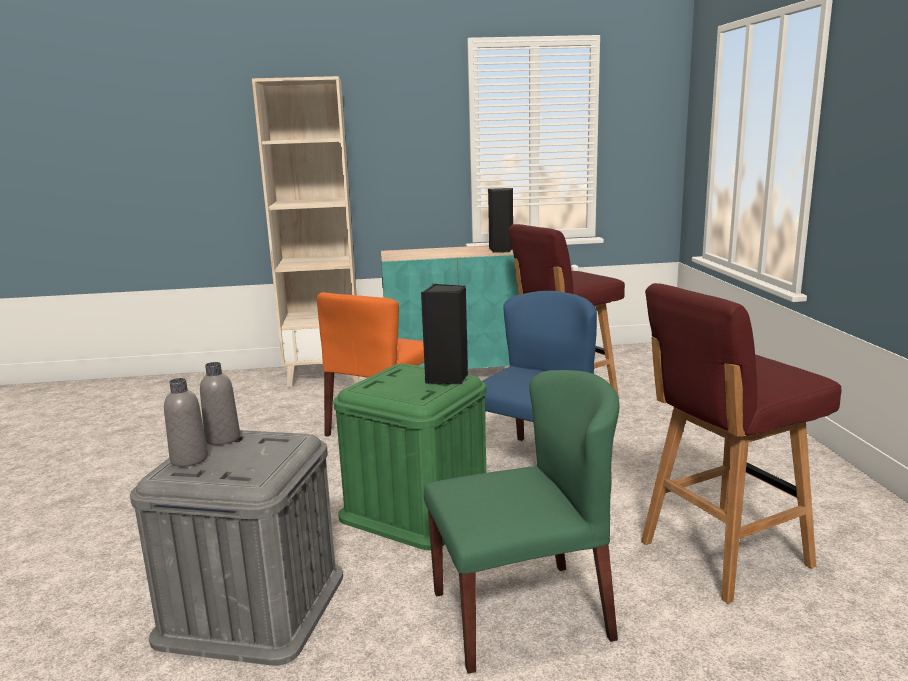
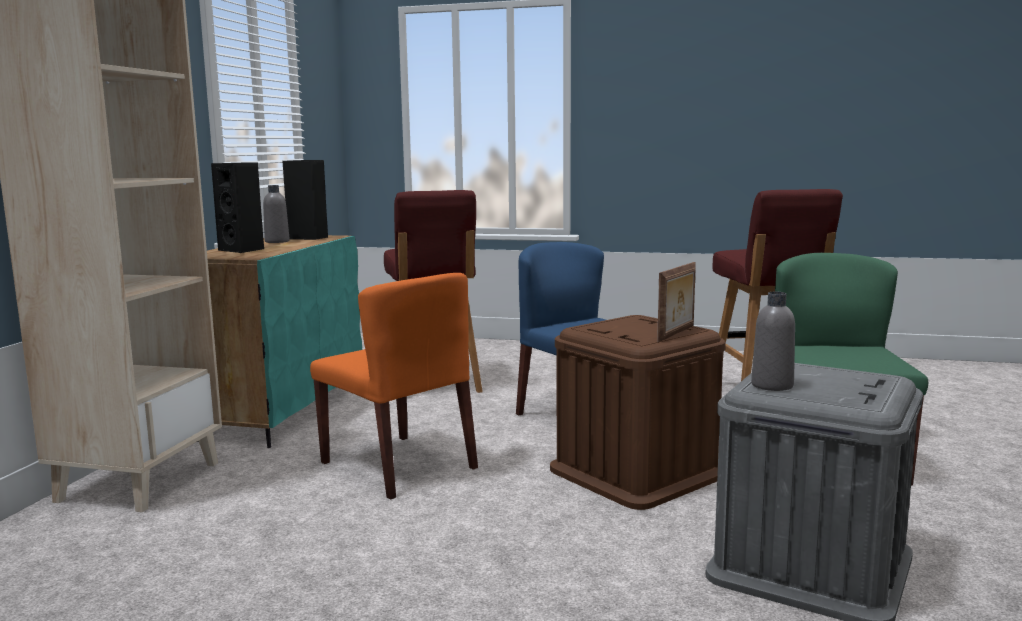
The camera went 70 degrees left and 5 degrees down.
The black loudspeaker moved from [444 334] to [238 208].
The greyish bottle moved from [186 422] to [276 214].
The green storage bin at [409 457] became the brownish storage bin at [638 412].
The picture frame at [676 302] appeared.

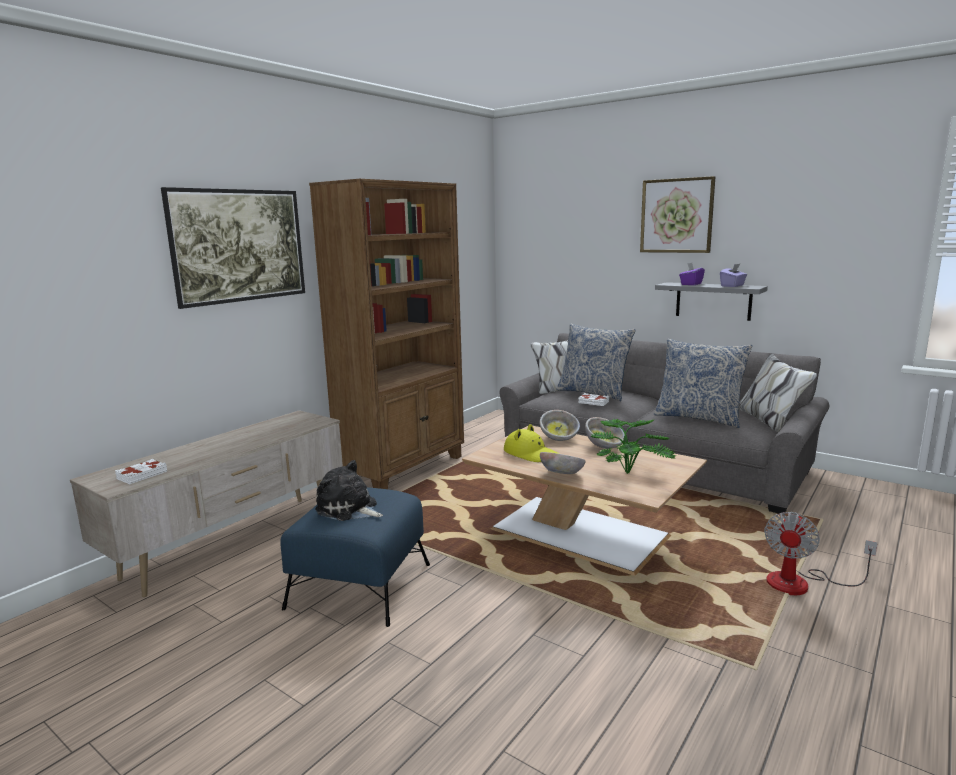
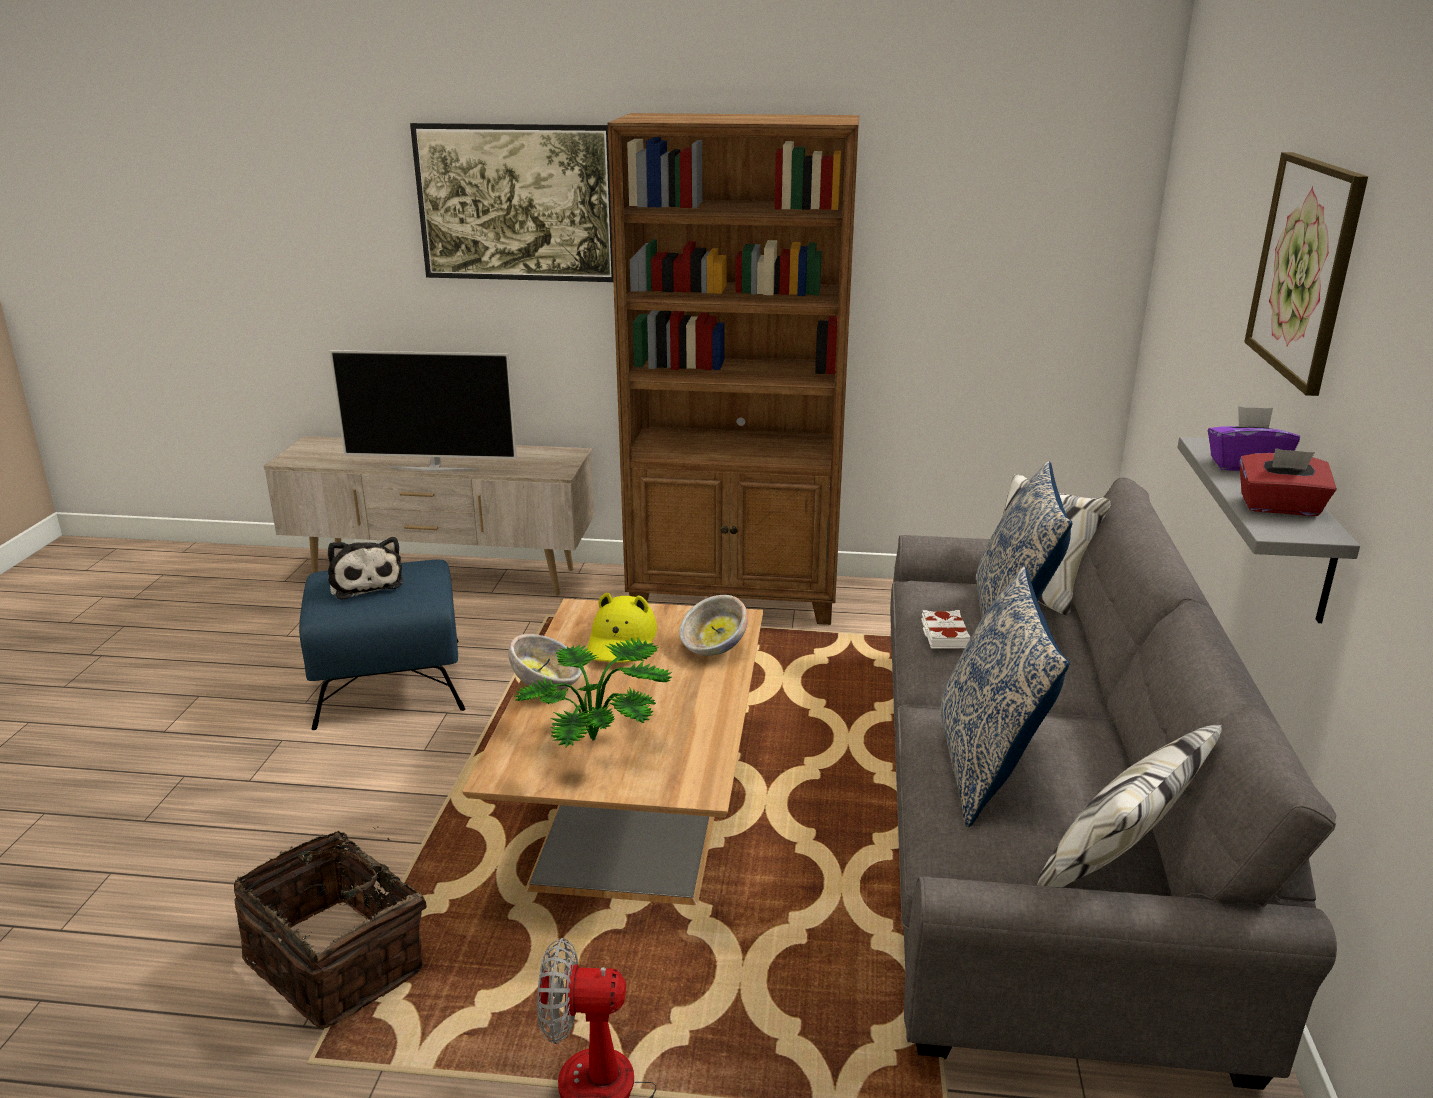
The camera went 60 degrees right and 10 degrees up.
The basket at [330 927] appeared.
The plush toy at [349 490] turned 150 degrees clockwise.
The TV set at [423 411] appeared.
The purple-coloured tissue box at [733 275] became the red-coloured tissue box at [1288 482].
The white bound book at [141 471] disappeared.
The serving bowl at [604 433] disappeared.

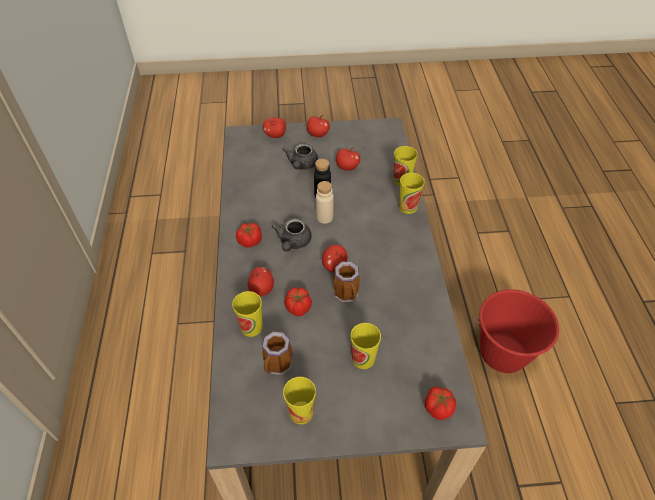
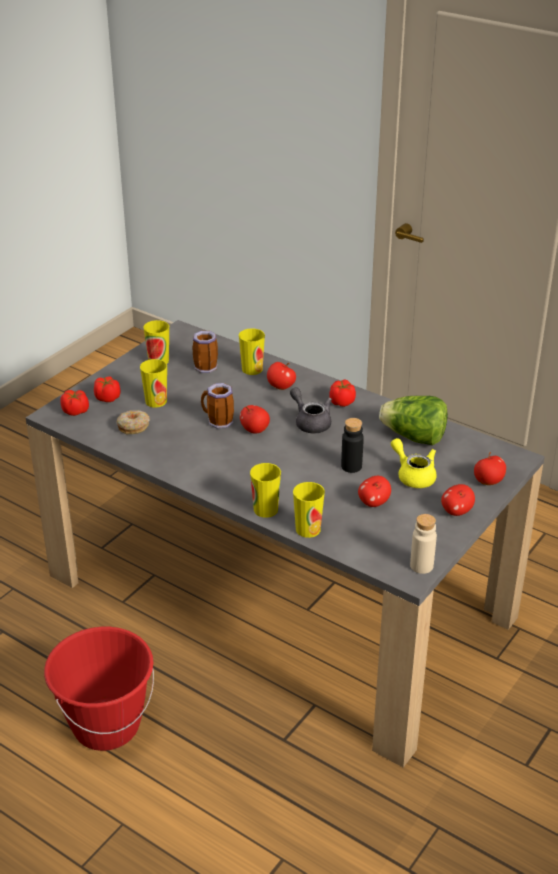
The camera went 130 degrees right and 15 degrees down.
The fresh tomato moved from [298 301] to [107 389].
The ring doughnut at [133 422] appeared.
The lettuce at [413 420] appeared.
The greyish teapot at [300 156] became the yellowish teapot at [414 463].
The beige bottle moved from [325 202] to [423 544].

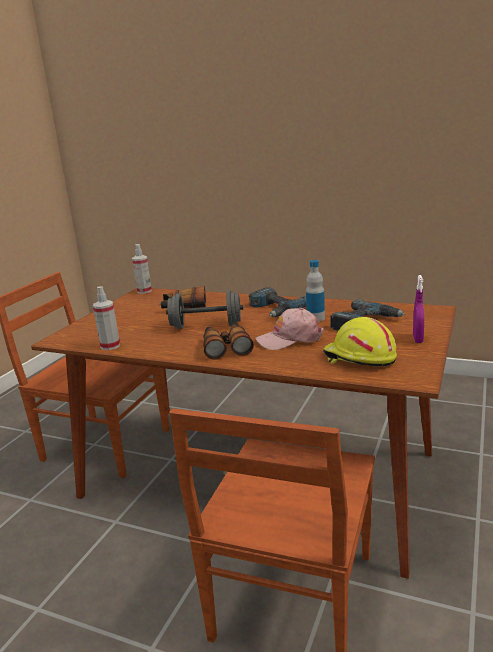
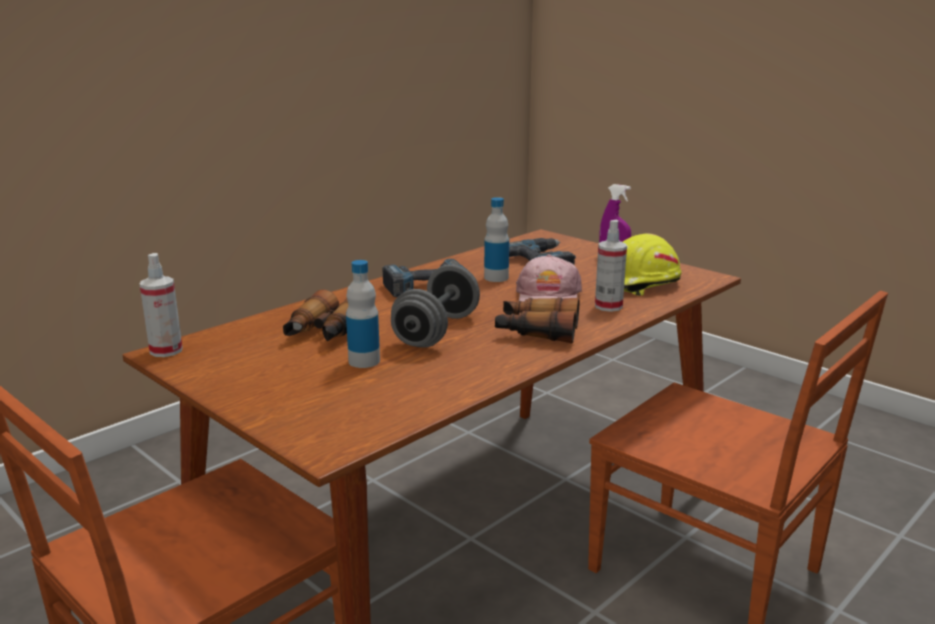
The camera went 70 degrees left and 0 degrees up.
The bottle at [363 314] appeared.
The sprayer moved from [106 318] to [611 266].

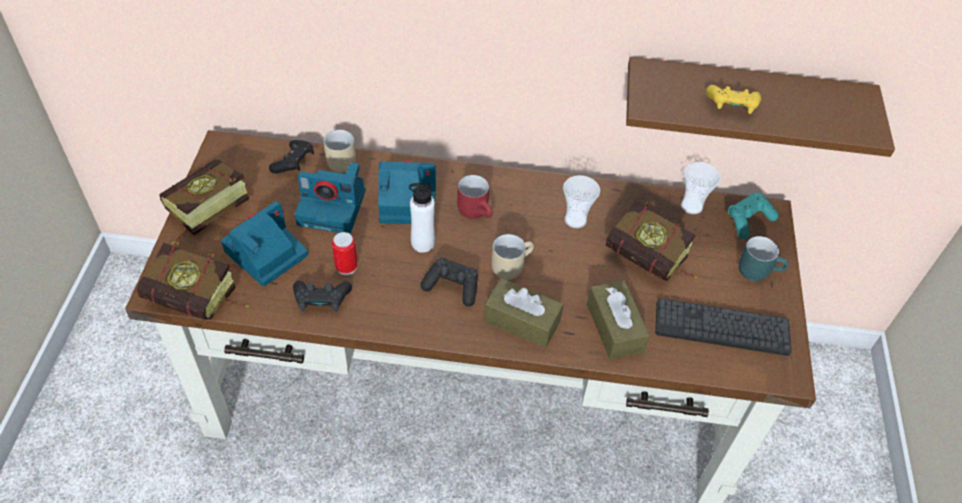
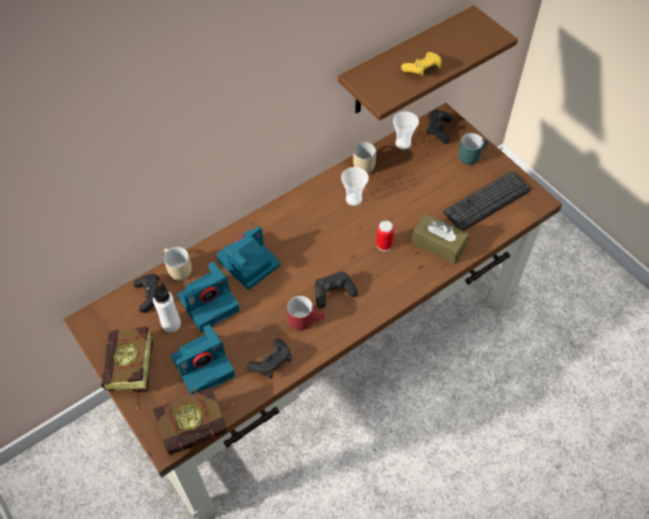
The camera went 40 degrees left and 5 degrees up.
The white bottle moved from [422 217] to [166 308].
The still camera at [264 244] turned 120 degrees counterclockwise.
The red-coloured mug moved from [475 197] to [305 313].
The beige mug moved from [513 257] to [364 158].
The metal can moved from [344 253] to [385 236].
The blue-green game controller at [753 216] became the black game controller at [439 126].
The brownish tissue box at [524 313] disappeared.
The bound book at [651 241] disappeared.

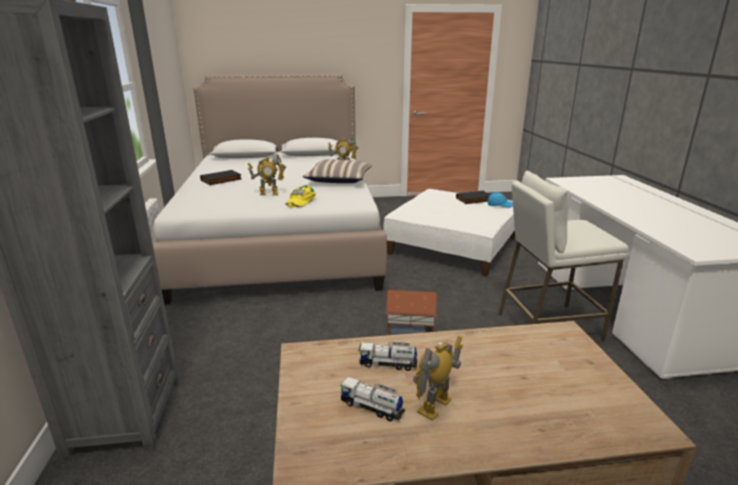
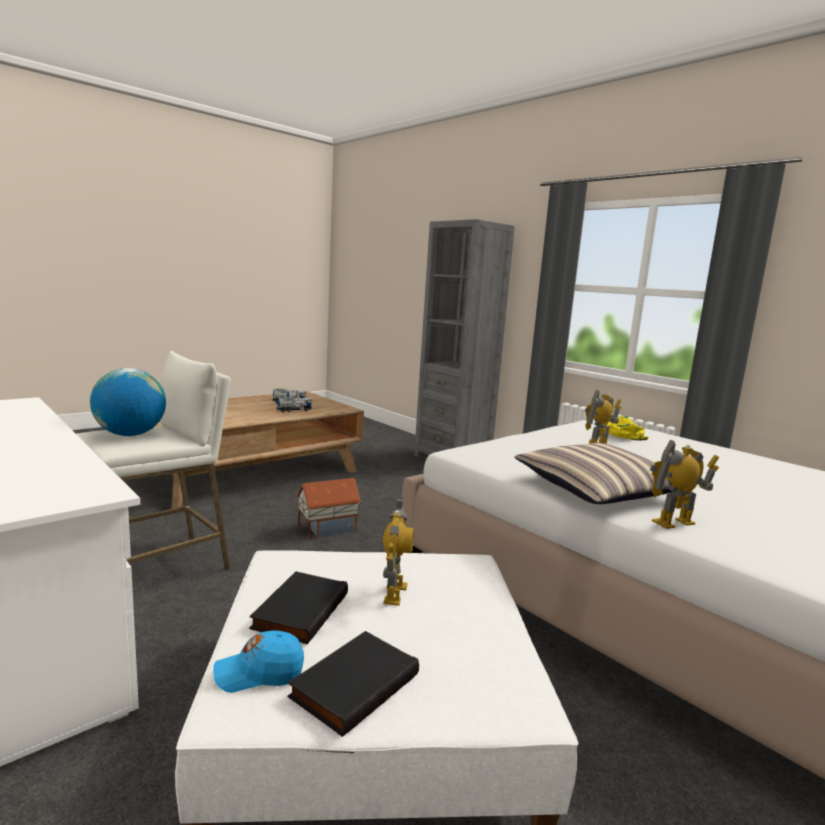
The camera went 145 degrees right and 10 degrees down.
The world globe at [128 402] appeared.
The black bound book moved from [221 177] to [298 607].
The toy robot moved from [438 378] to [398 551].
The yellowish cap moved from [300 196] to [628 428].

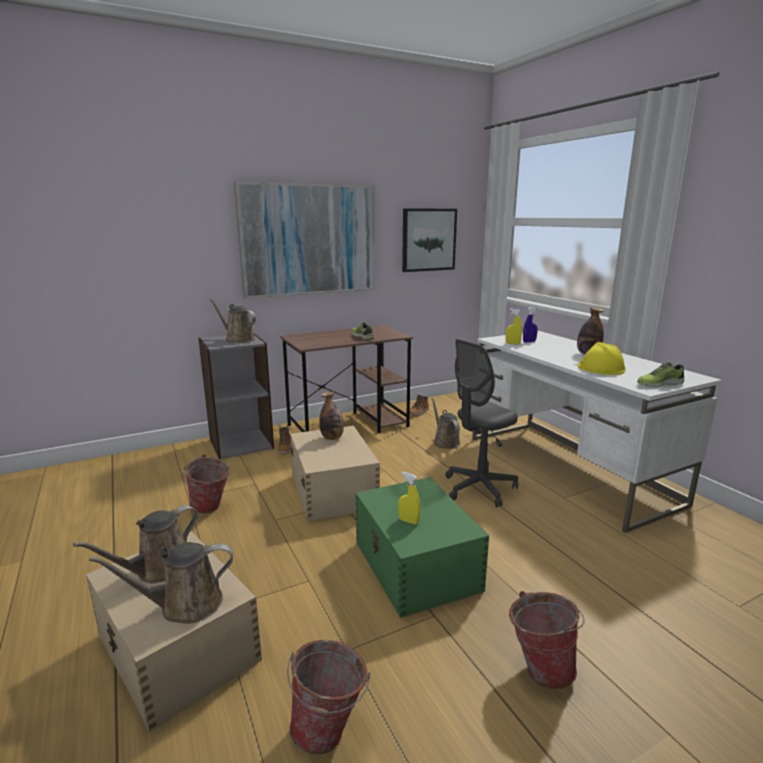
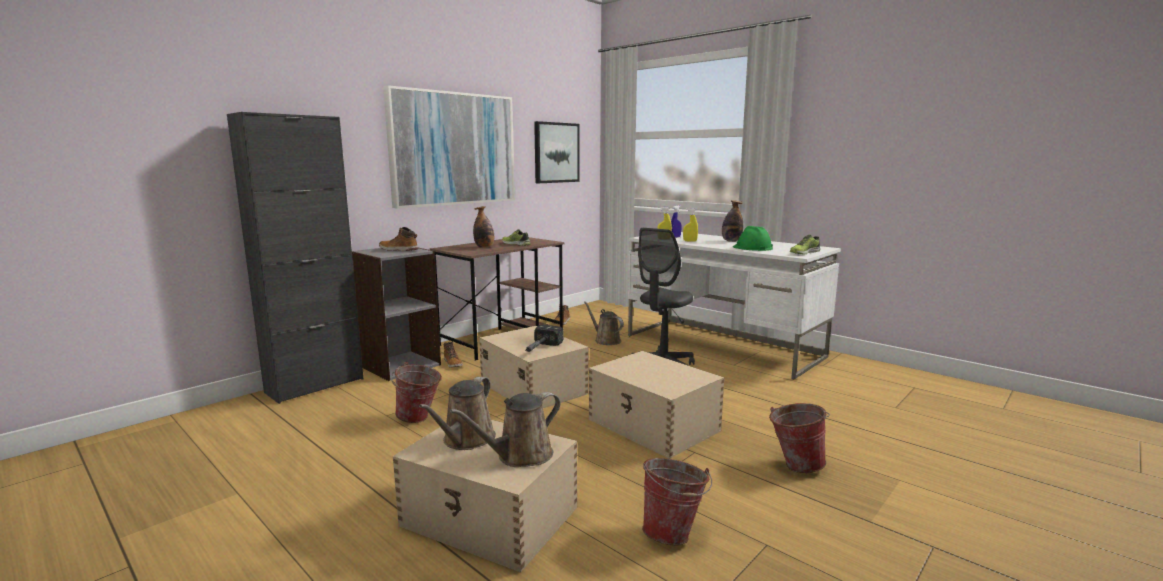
The camera went 20 degrees left and 5 degrees down.
The black cupboard at [295 258] appeared.
The brownish watering pot at [232 321] was replaced by the boot at [398 239].
The bottle moved from [331 415] to [483 227].
The hammer at [544 338] appeared.
The green storage bin at [422 547] became the beige storage bin at [656 405].
The yellowish sprayer moved from [409 498] to [690 225].
The yellowish work helmet at [601 358] became the green work helmet at [753 238].

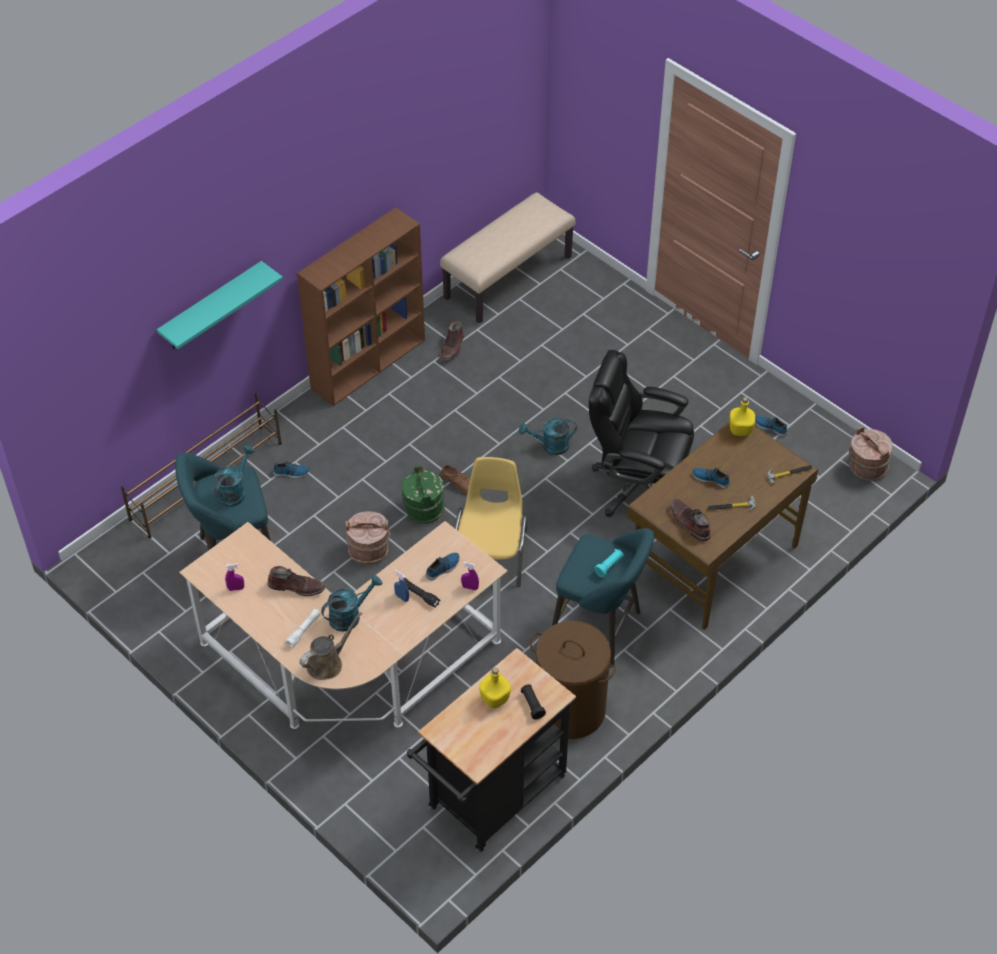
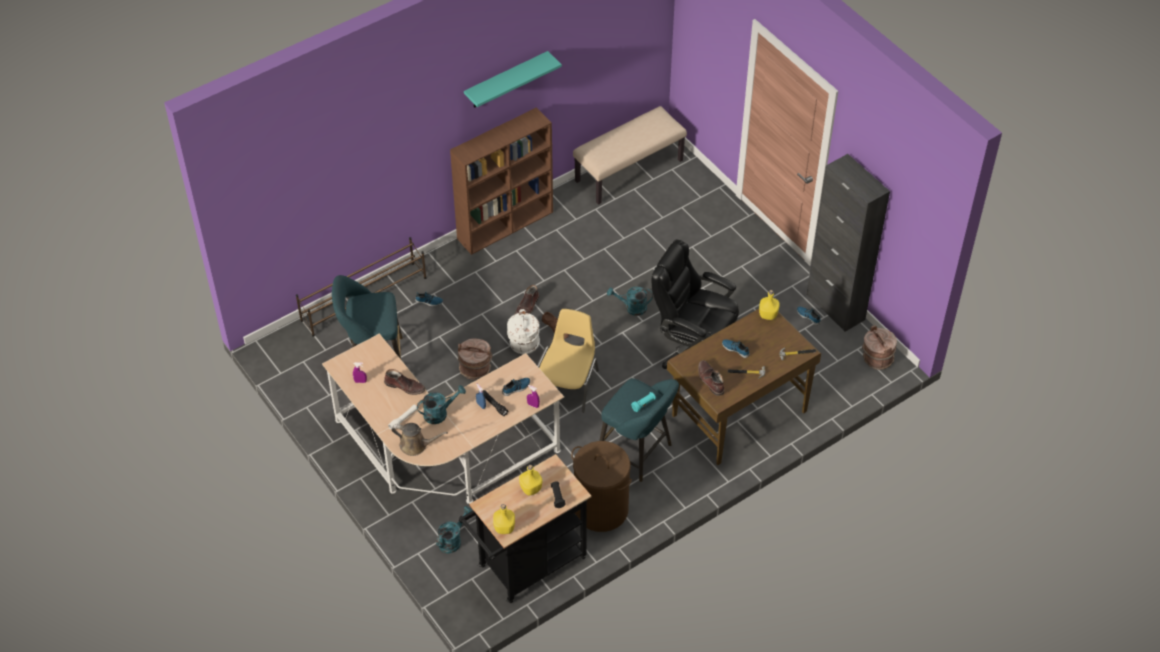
The camera went 10 degrees right and 0 degrees up.
The brownish watering pot at [330 646] turned 45 degrees clockwise.
The blue-green watering pot moved from [234 476] to [454 529].
The blue-green bracket shelf moved from [220 305] to [513 79].
The yellowish bottle at [504 519] appeared.
The green bucket at [423 494] became the white bucket at [523 331].
The brownish boot moved from [452 340] to [526 300].
The black cupboard at [848 243] appeared.

